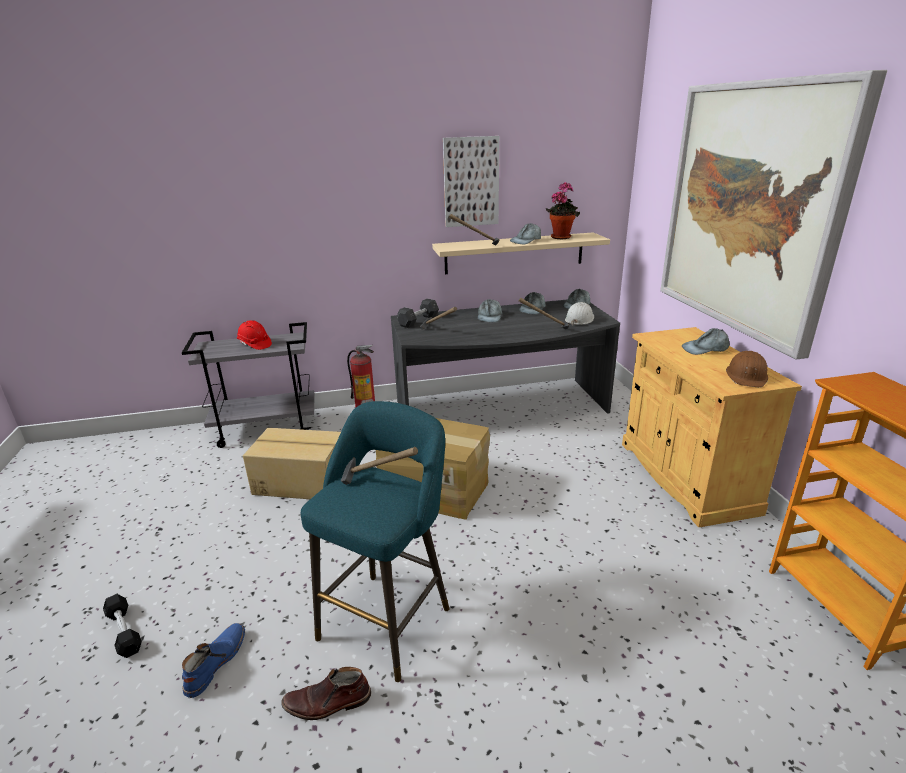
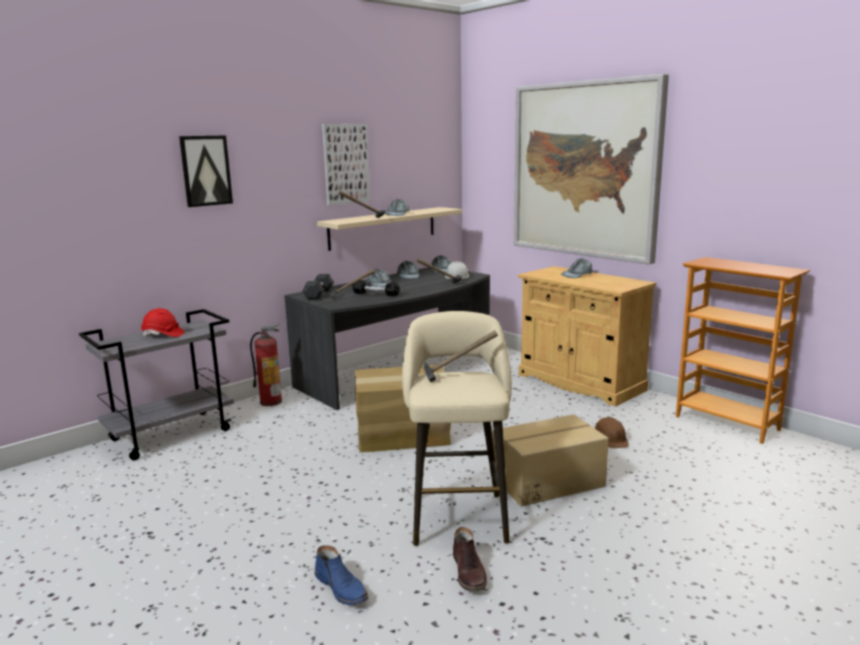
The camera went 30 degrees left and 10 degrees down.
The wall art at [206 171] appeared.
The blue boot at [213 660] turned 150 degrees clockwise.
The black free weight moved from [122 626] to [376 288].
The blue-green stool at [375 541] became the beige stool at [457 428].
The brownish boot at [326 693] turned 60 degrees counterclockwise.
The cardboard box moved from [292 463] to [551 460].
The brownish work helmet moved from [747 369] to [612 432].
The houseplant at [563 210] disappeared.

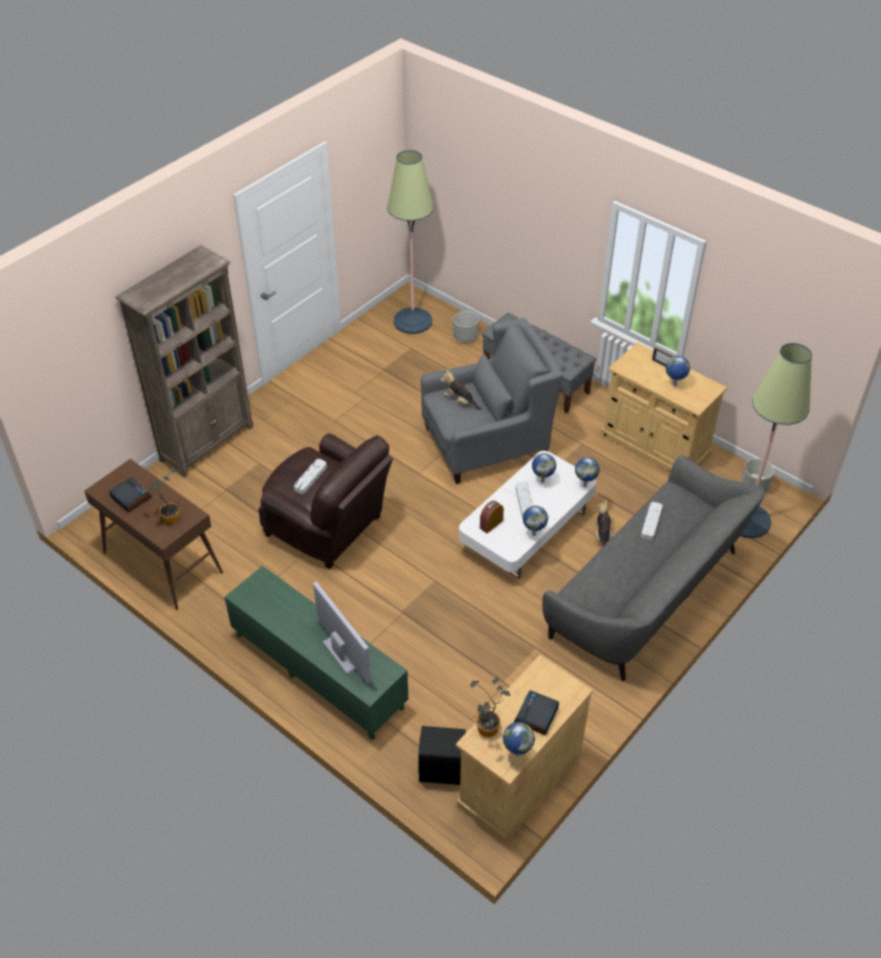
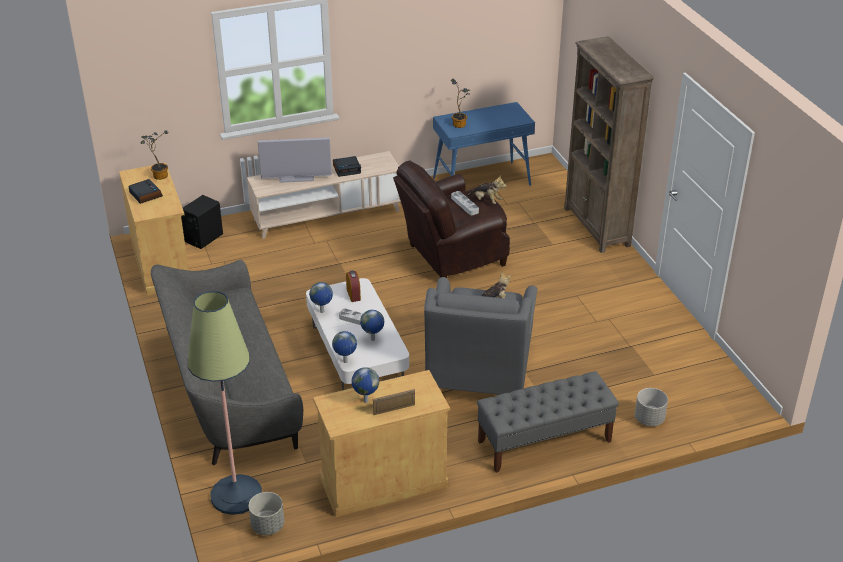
The camera went 120 degrees right and 10 degrees down.
The green tv unit at [316 653] became the beige tv unit at [324 195].
The alarm clock moved from [130 495] to [347 166].
The brownish narrow table at [153 534] became the blue narrow table at [484 144].
The plush toy moved from [605 523] to [486 189].
The standing lamp at [410 242] disappeared.
The world globe at [519 739] disappeared.
The greyish serving tray at [652 521] disappeared.

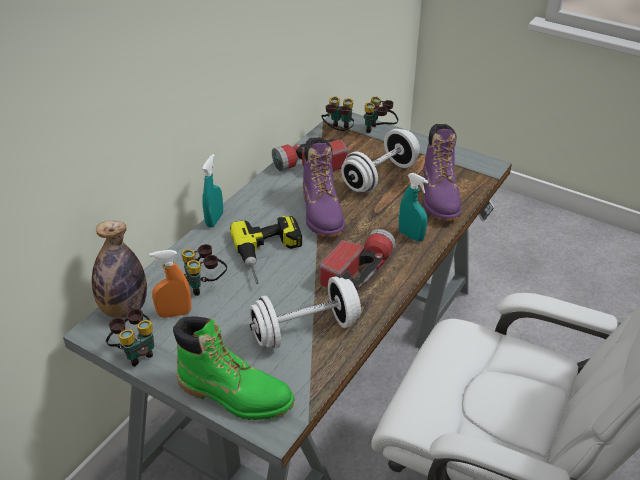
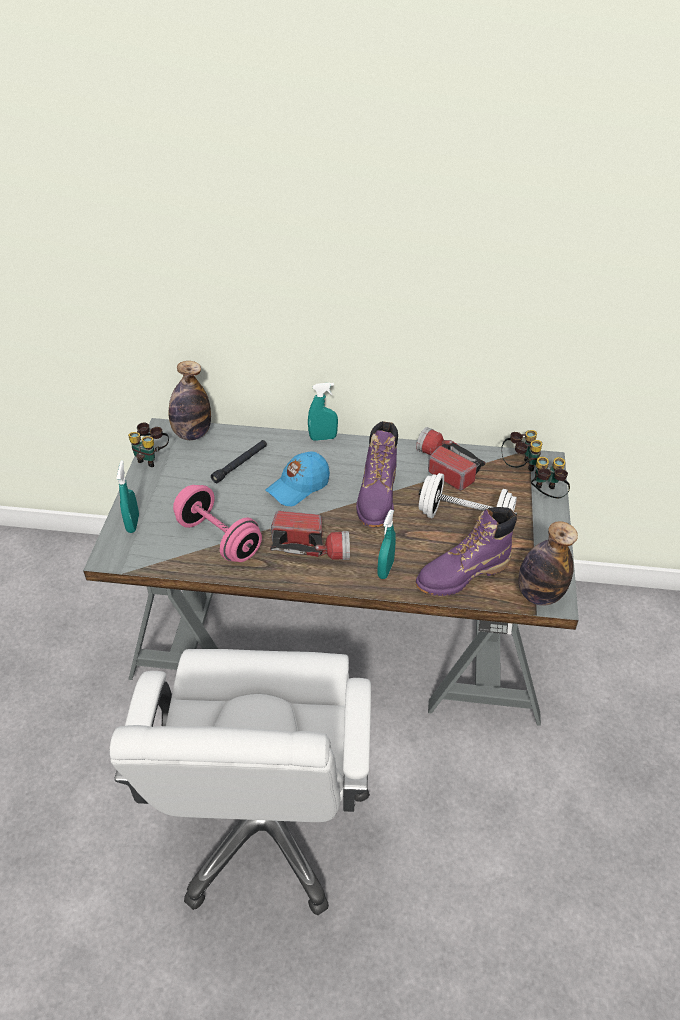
The camera went 65 degrees right and 5 degrees up.
The green boot at [234 368] was replaced by the blue-green sprayer at [127 496].
The white free weight at [305 312] became the pink free weight at [217 523].
The field glasses at [204 270] was replaced by the black hand torch at [239 461].
The drill at [266 250] was replaced by the blue cap at [298 479].
The purple-coloured boot at [324 187] turned 45 degrees counterclockwise.
The bottle at [548 563] appeared.
The orange sprayer at [170 284] disappeared.

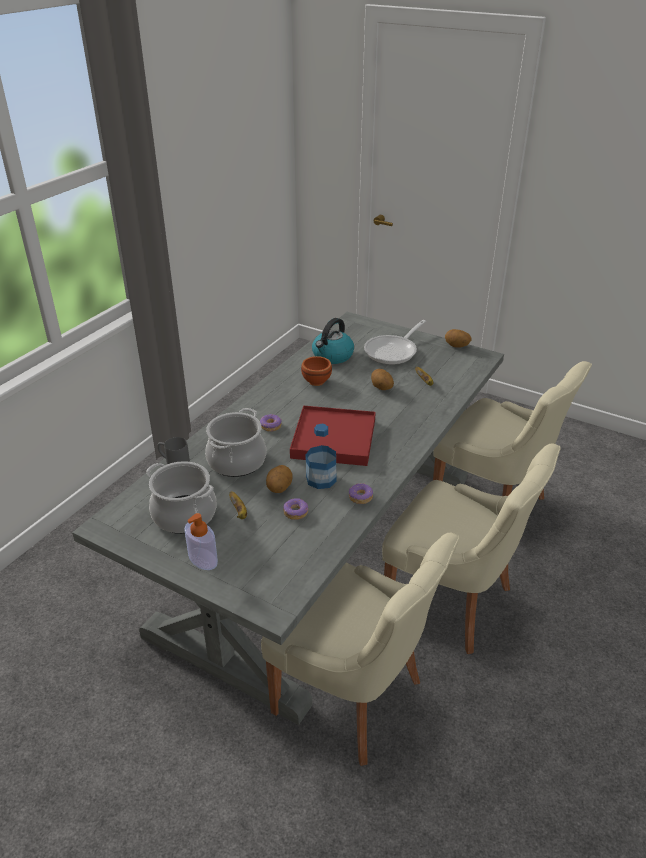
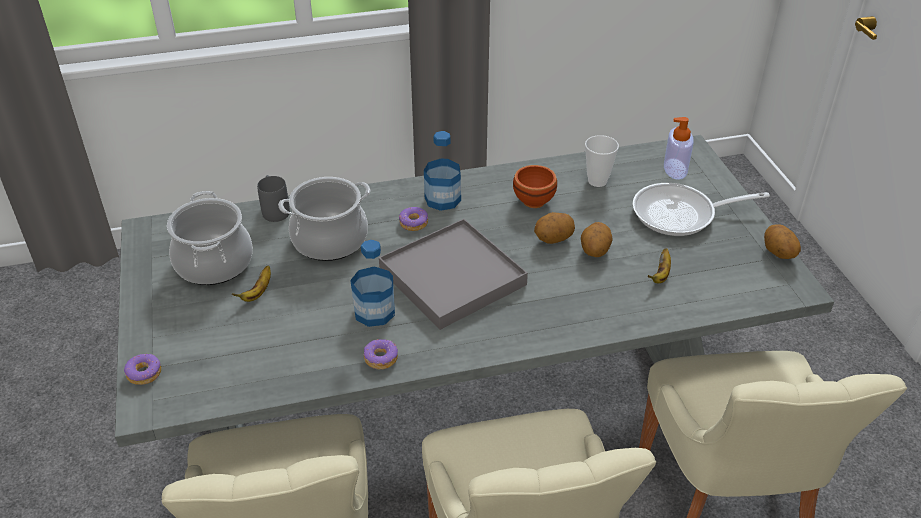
The camera went 45 degrees right and 5 degrees up.
The ring doughnut moved from [296 509] to [142 369].
The red-coloured serving tray at [333 436] became the greyish serving tray at [453 274].
The bottle at [442 171] appeared.
The potato moved from [279 479] to [554 228].
The tea kettle at [333 341] was replaced by the cup at [602 161].
The liquid soap bottle moved from [201 541] to [679 148].

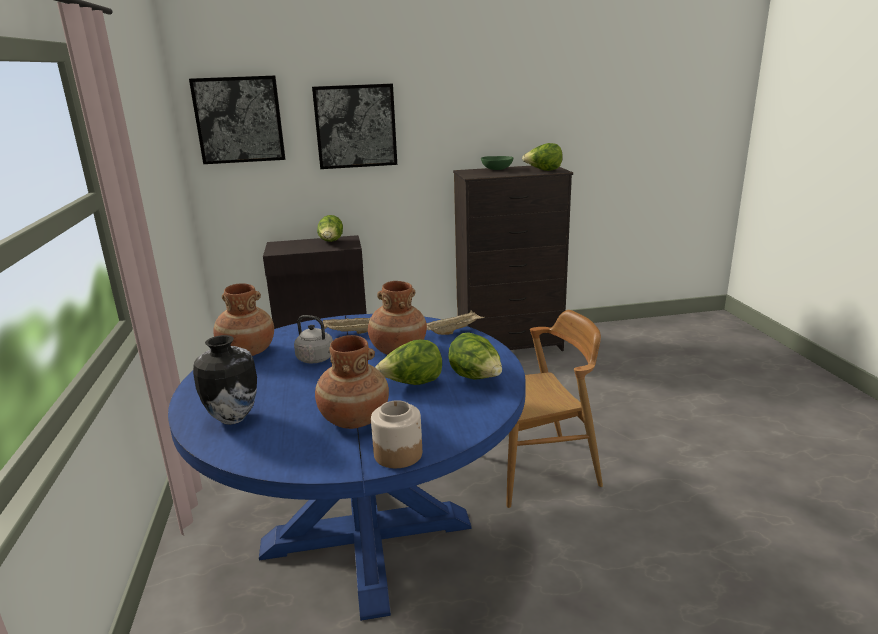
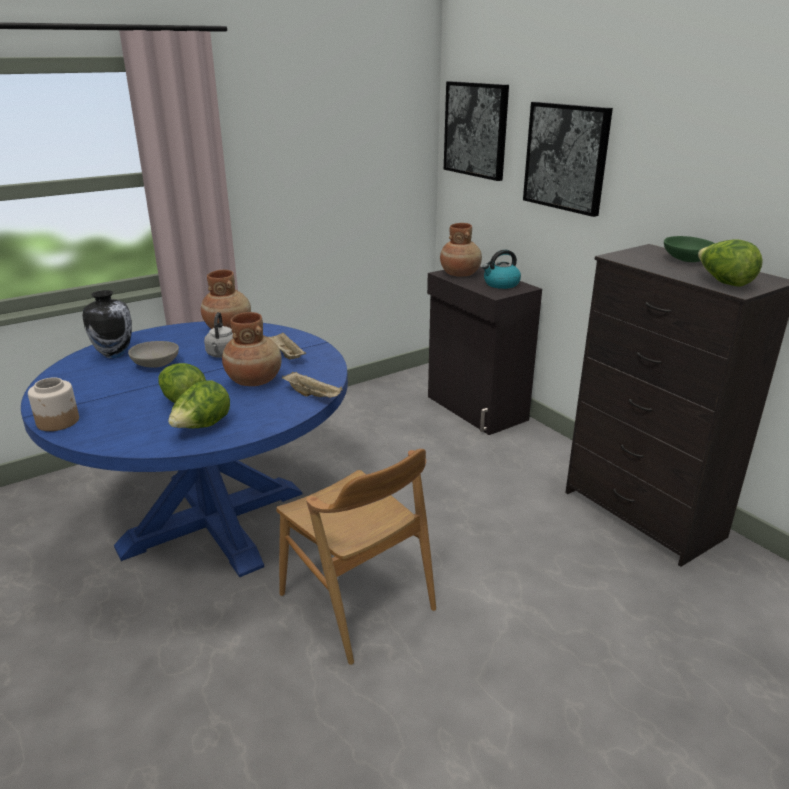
The camera went 65 degrees right and 5 degrees up.
The greyish serving bowl at [153 354] appeared.
The brownish flower vase moved from [352 382] to [461 250].
The lettuce at [330 228] was replaced by the tea kettle at [501 269].

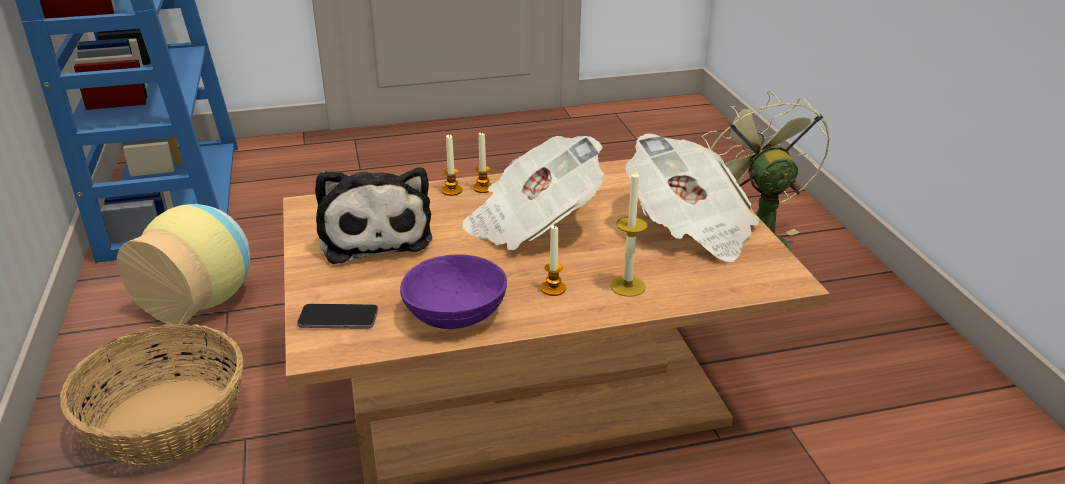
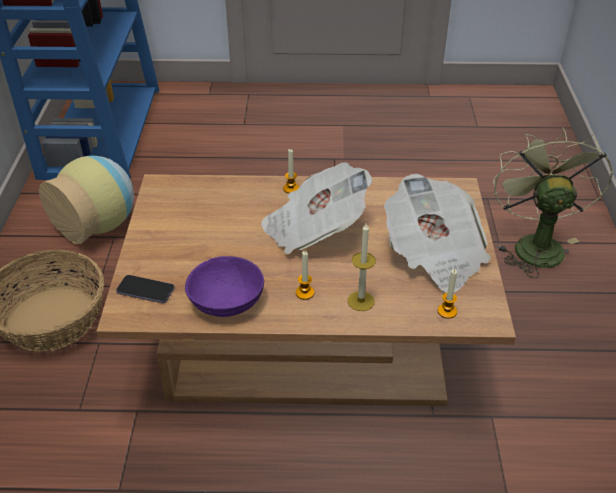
The camera went 15 degrees right and 10 degrees up.
The wax candle moved from [452 165] to [447 294].
The plush toy at [373 215] disappeared.

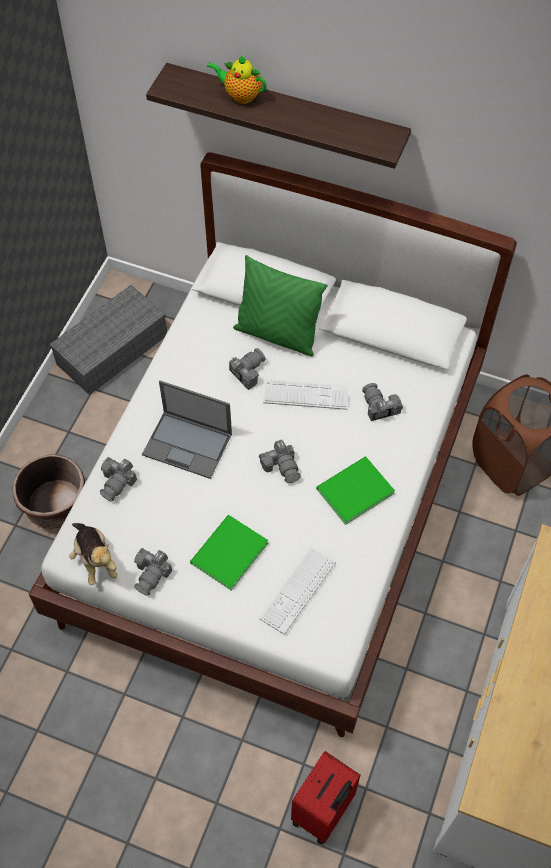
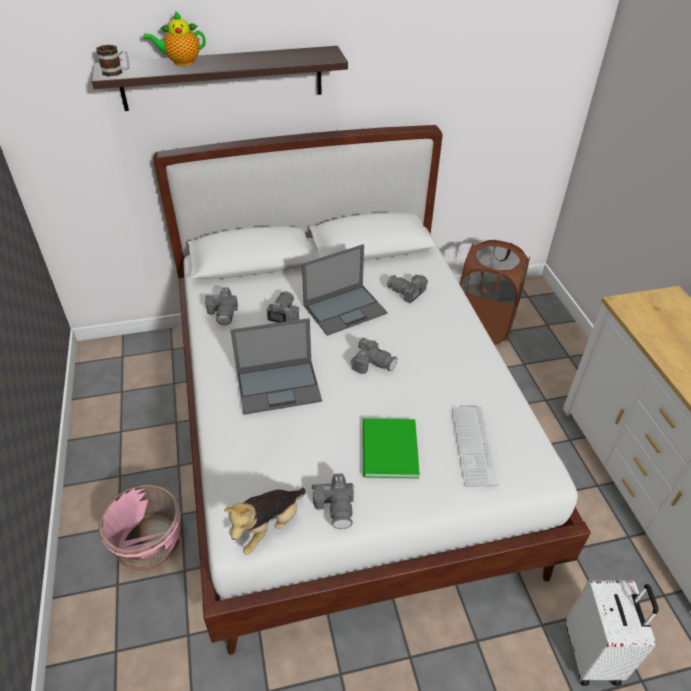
The camera went 35 degrees left and 15 degrees down.
The mug at [113 61] appeared.
The brownish planter at [48 491] became the pink planter at [139 527].
The still camera moved from [118 479] to [221 306].
The plush toy at [93 554] turned 105 degrees clockwise.
The keyboard at [306 394] was replaced by the laptop at [344 290].
The red-coloured travel case at [325 798] became the white travel case at [612 633].
The greyish storage bin at [108 340] disappeared.
The green throw pillow at [280 305] disappeared.
The green bound book at [355 490] disappeared.

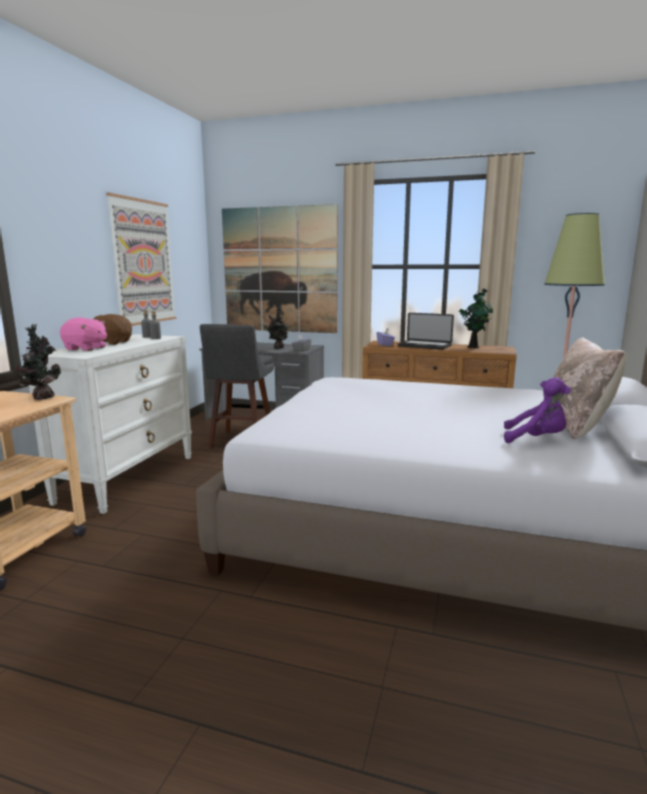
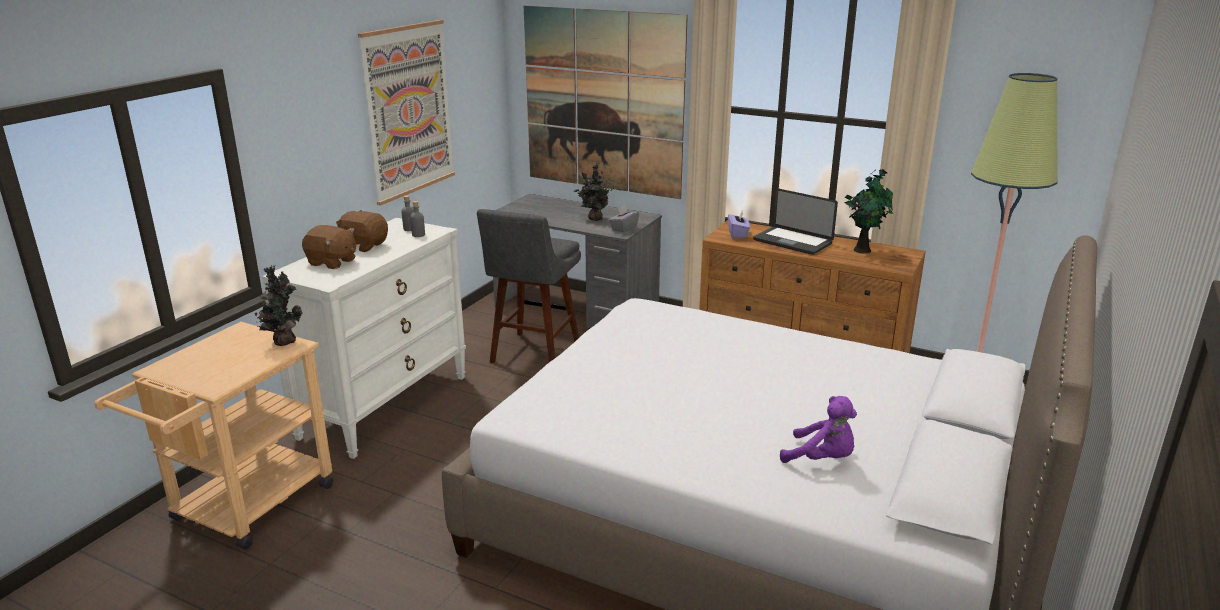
The camera went 10 degrees right and 10 degrees up.
The pink plush toy at [83 334] became the brownish plush toy at [329 247].
The beige throw pillow at [589 388] disappeared.

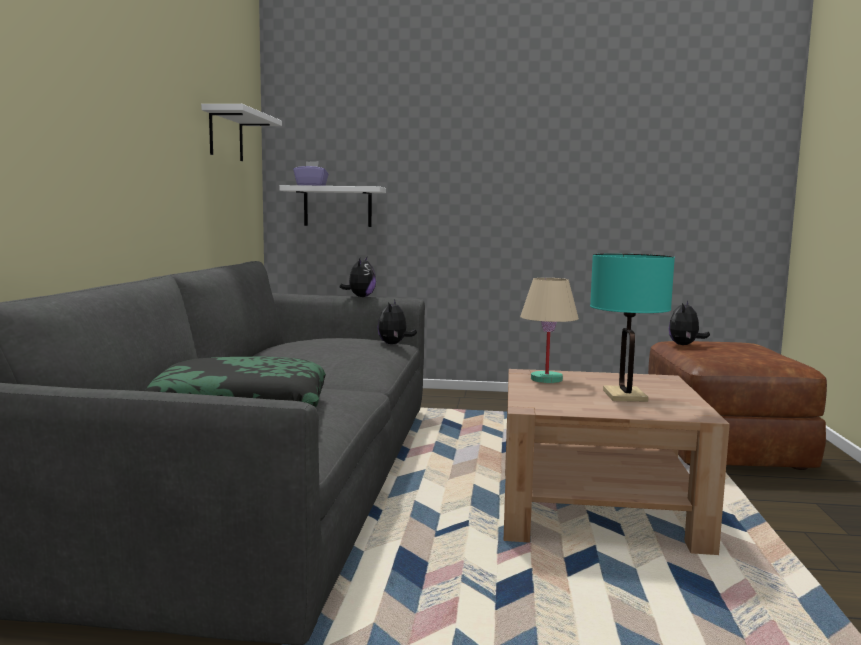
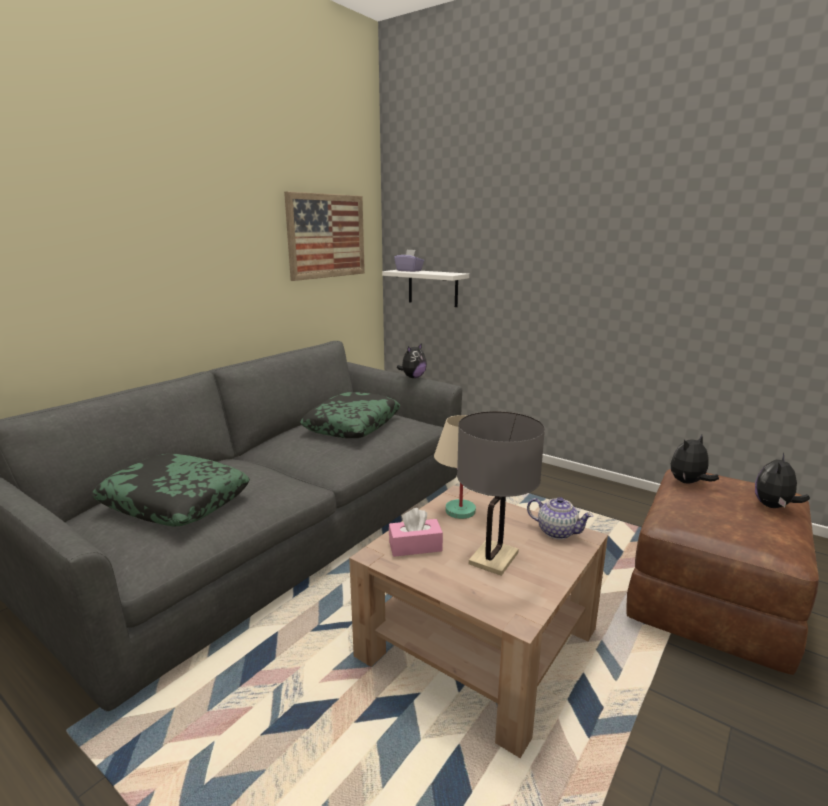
The camera went 30 degrees right and 10 degrees up.
The white bracket shelf at [241 132] was replaced by the wall art at [324 236].
The throw pillow at [350 415] appeared.
The pink tissue box at [416 532] appeared.
The blue-green tabletop lamp at [632 328] became the greyish tabletop lamp at [501 493].
The teapot at [560 518] appeared.
The plush toy moved from [397 321] to [782 480].

